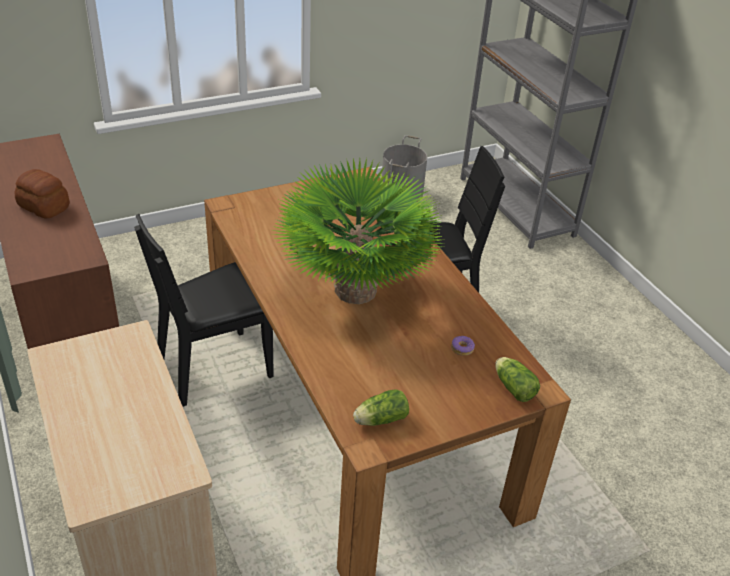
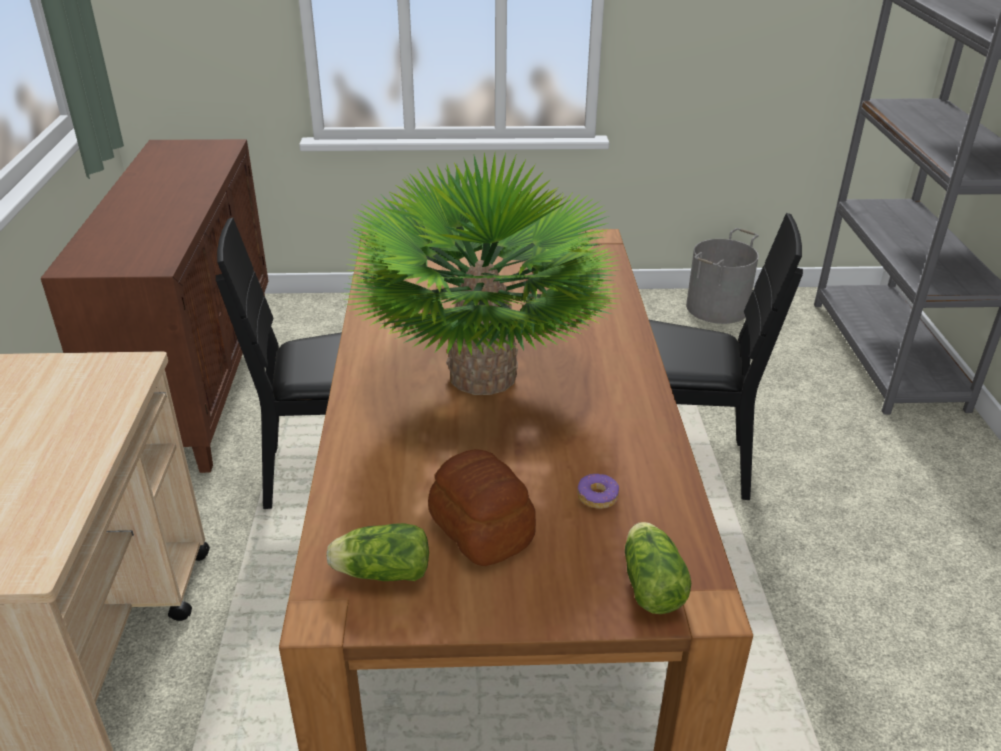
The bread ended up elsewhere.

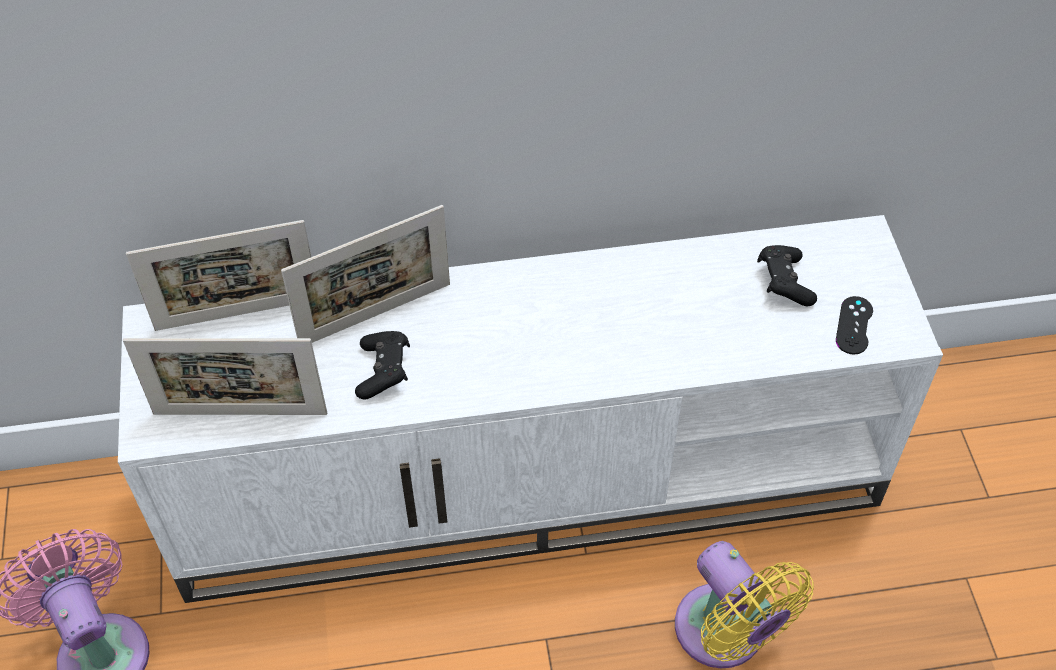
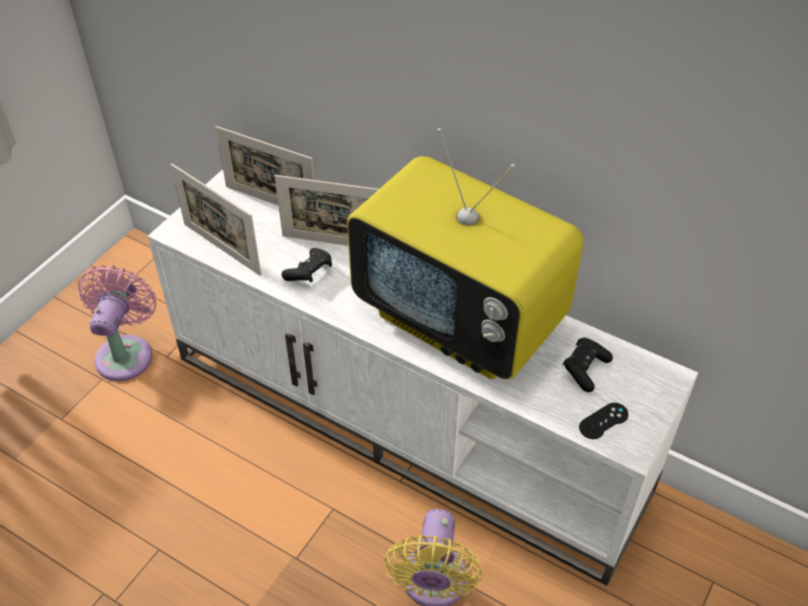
The second view gained the television.

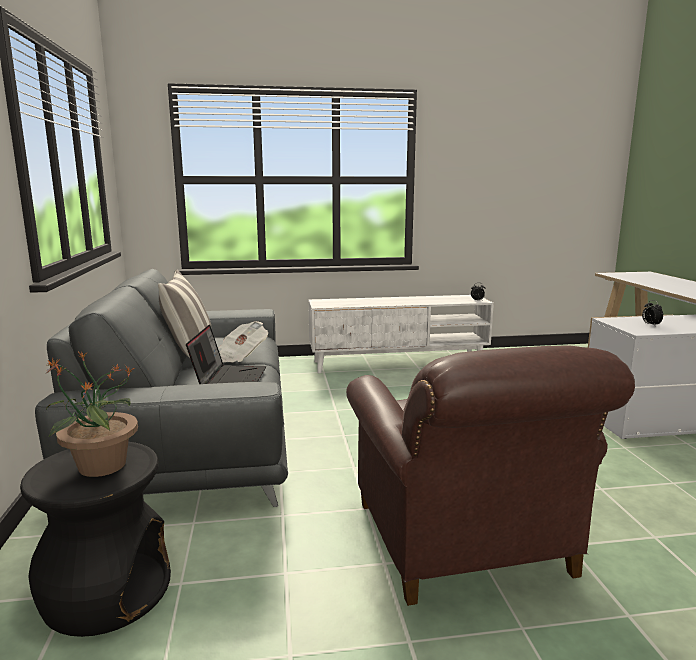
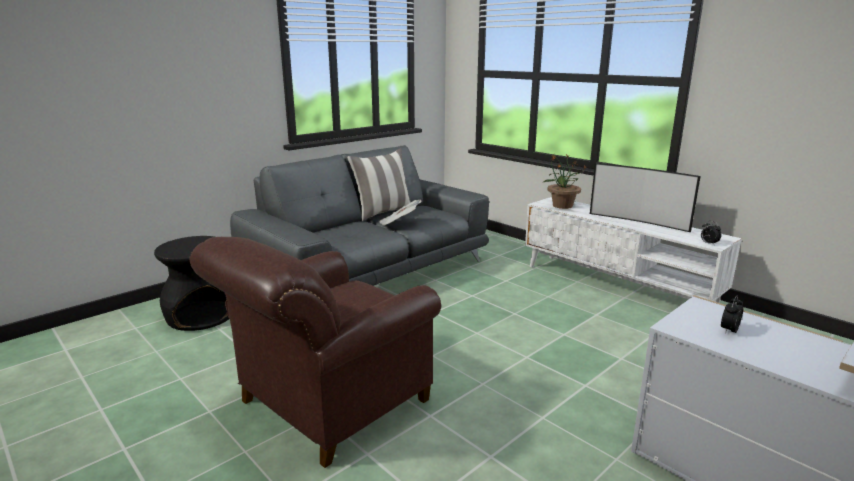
The second view lost the portable_computer.
The second view gained the television.
The potted_plant ended up elsewhere.

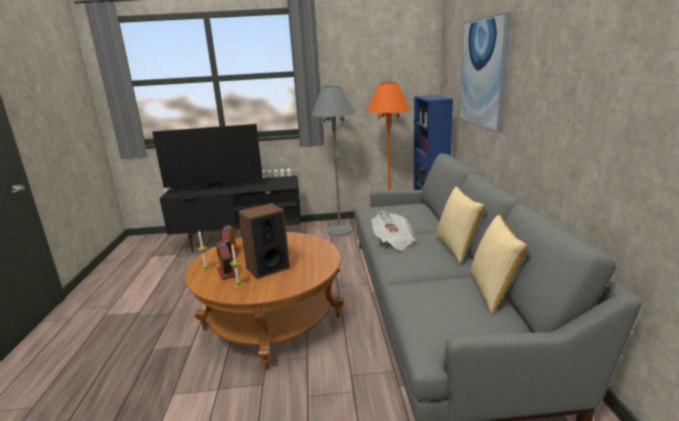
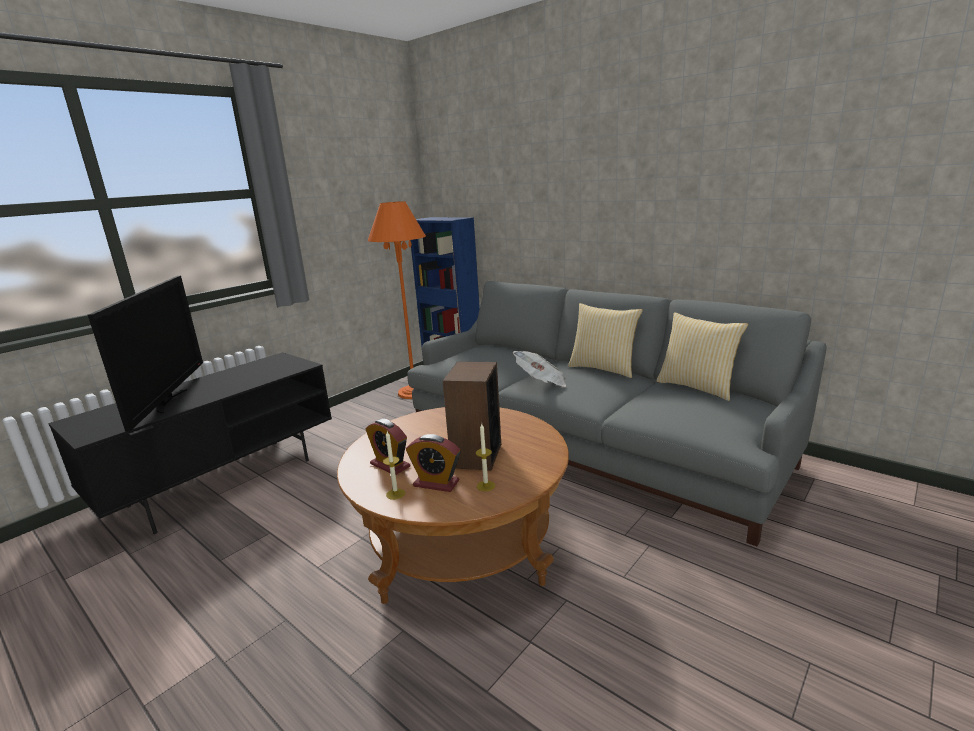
The second view lost the greyish_standard_lamp.
The second view lost the picture.
The television ended up facing another way, 45 degrees counterclockwise from before.

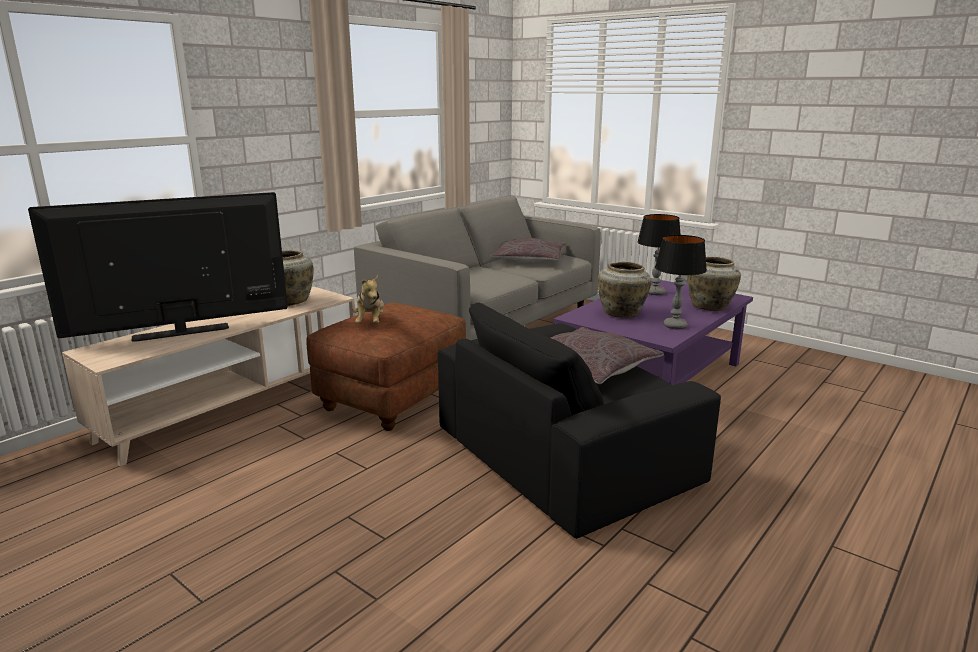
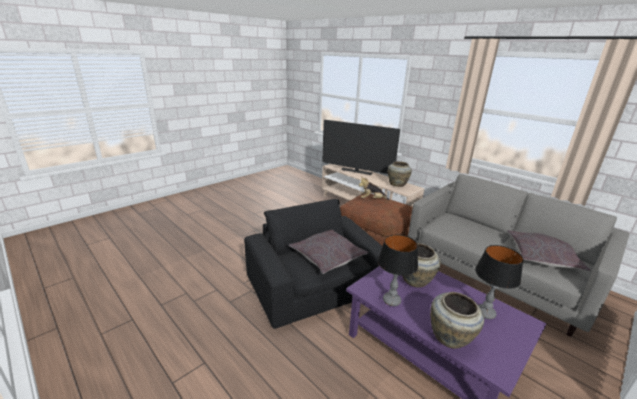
The television ended up facing another way, 135 degrees clockwise from before.

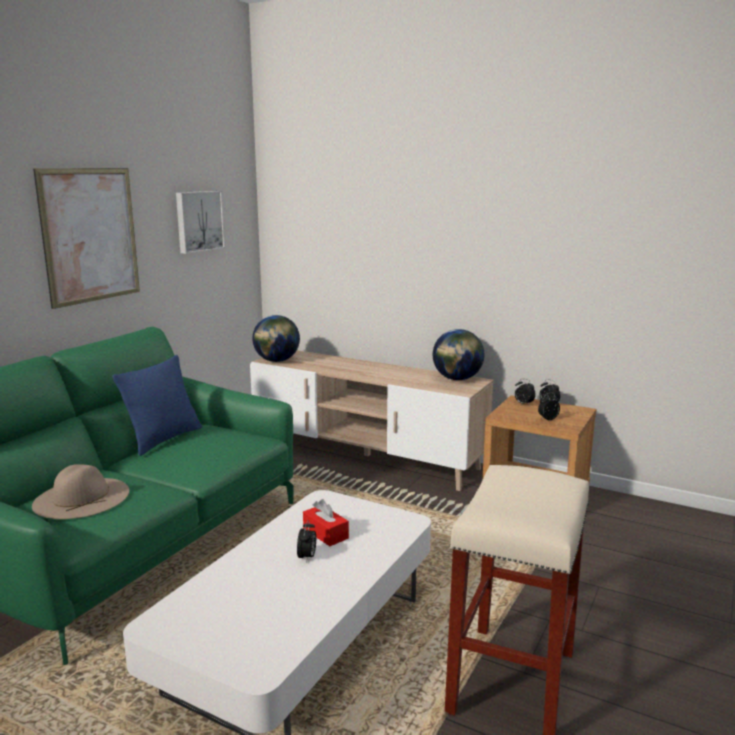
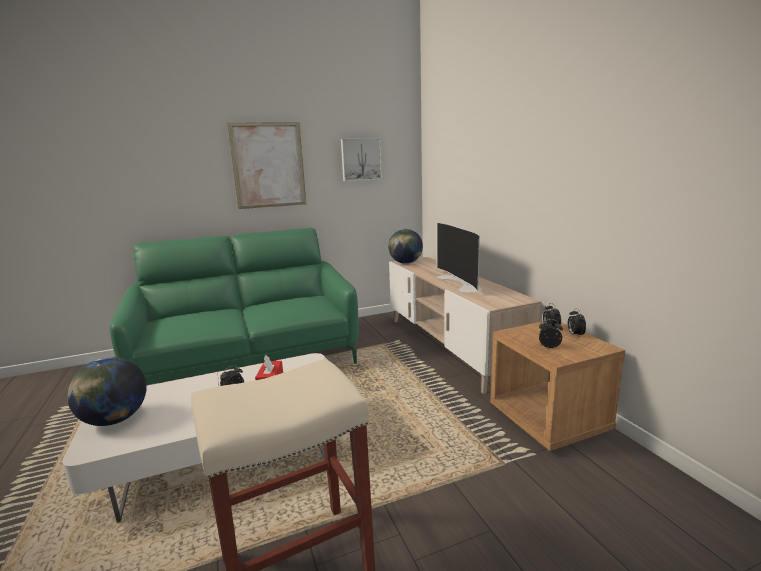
The second view lost the beige-coloured_hat.
The second view lost the bluish_cushion.
The second view gained the television.
The world_globe (2nd from left in the first image) ended up elsewhere.

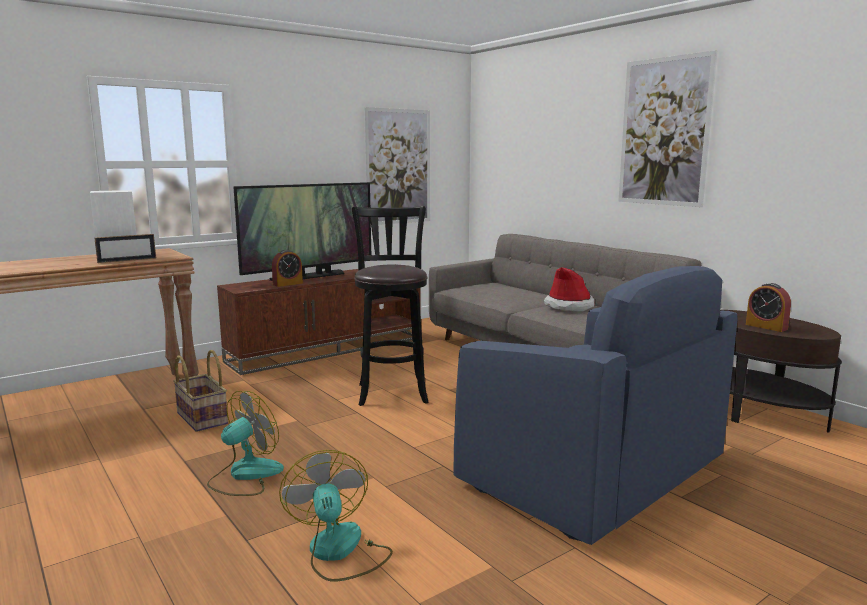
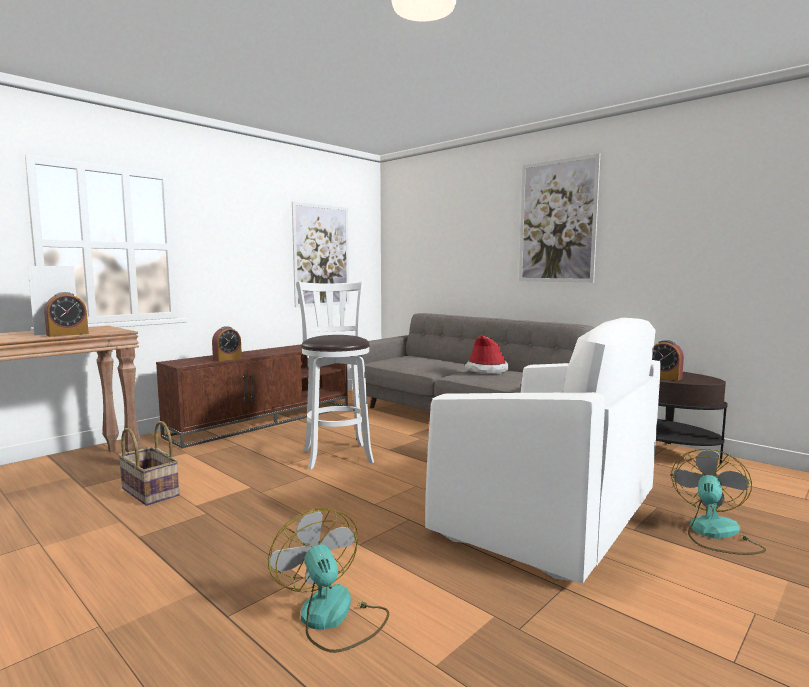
The second view lost the television.
The fan (1st from left in the first image) ended up elsewhere.
Where the picture_frame stood, the table_clock (1st from left) came to stand.
What was the black-coloured_stool turned into the white_stool.
What was the bluish_armchair turned into the white_armchair.

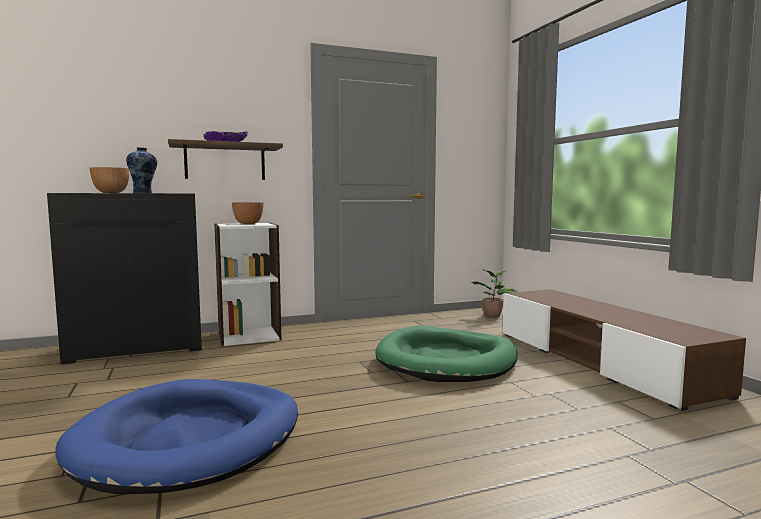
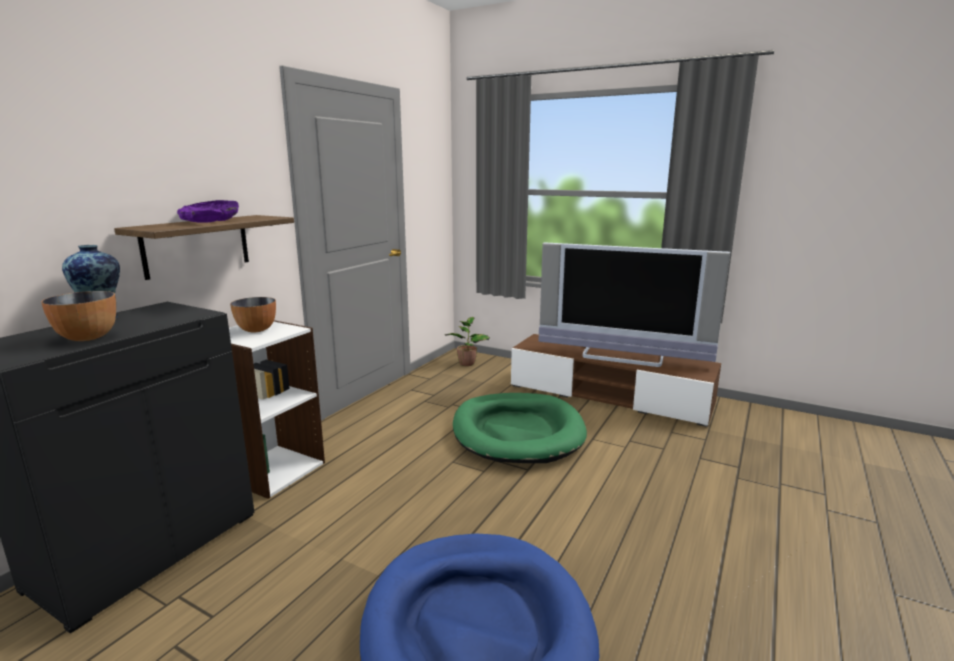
The second view gained the television.

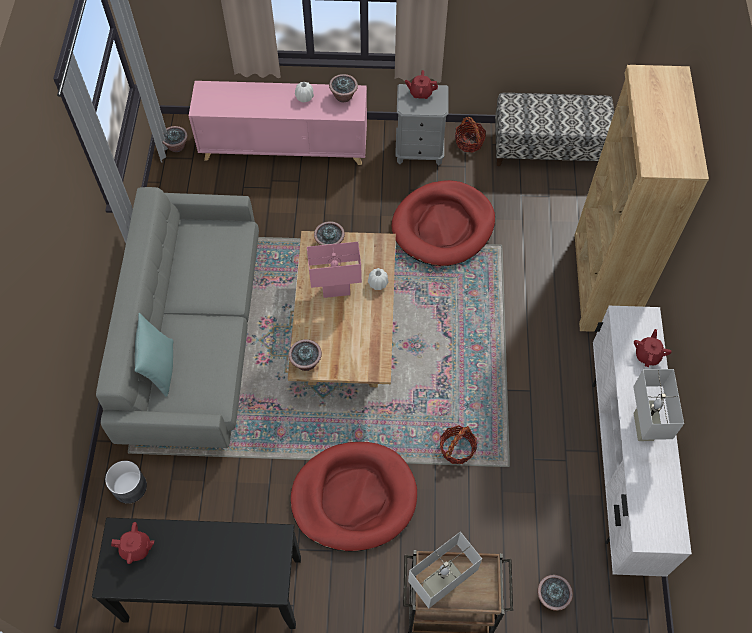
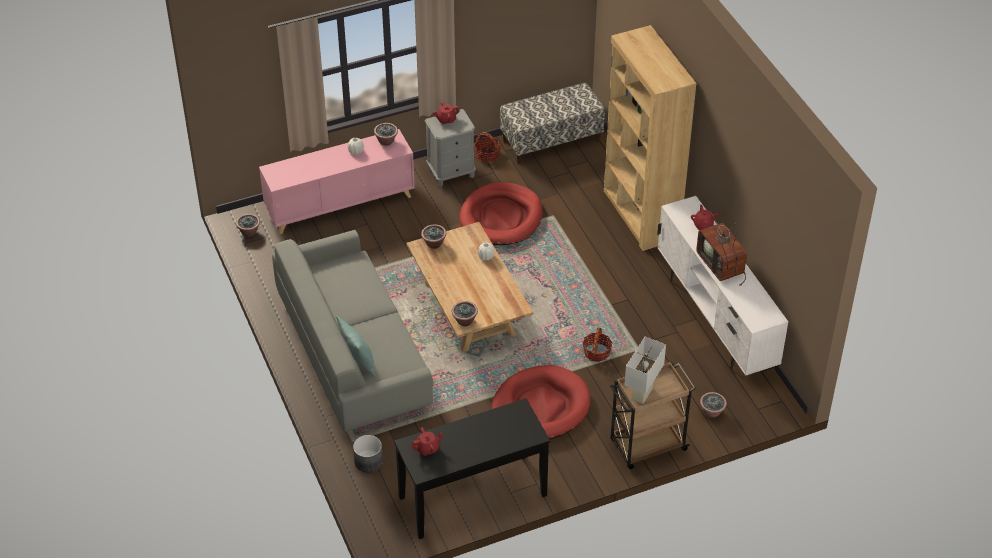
The second view lost the pinkish_tabletop_lamp.
Where the white_tabletop_lamp (2nd from left) stood, the television came to stand.

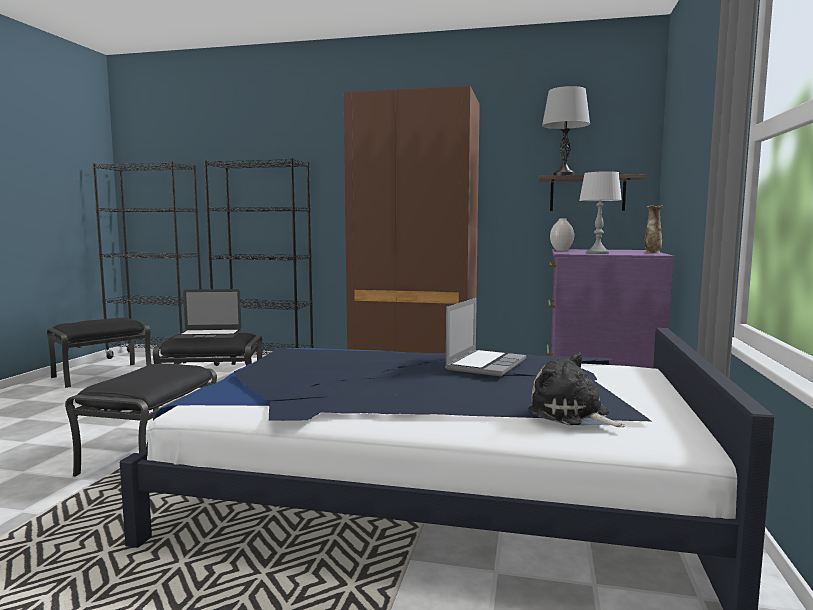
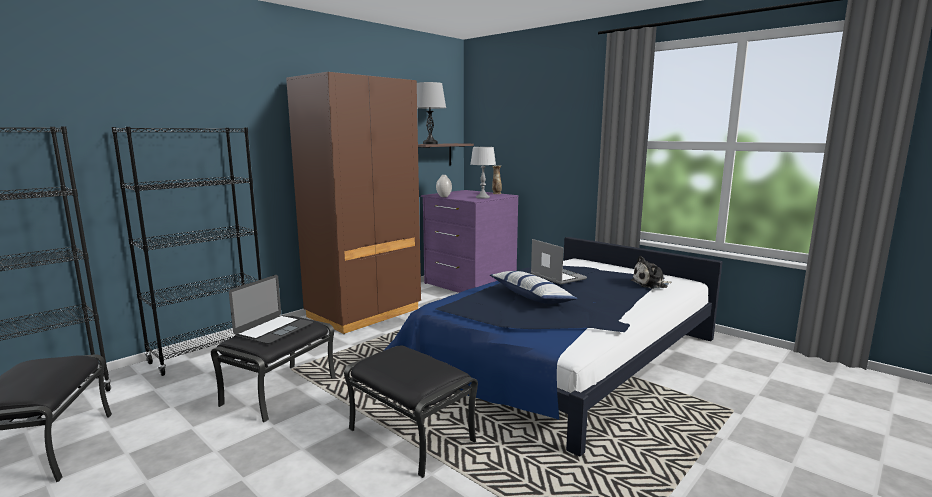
The second view gained the cushion.

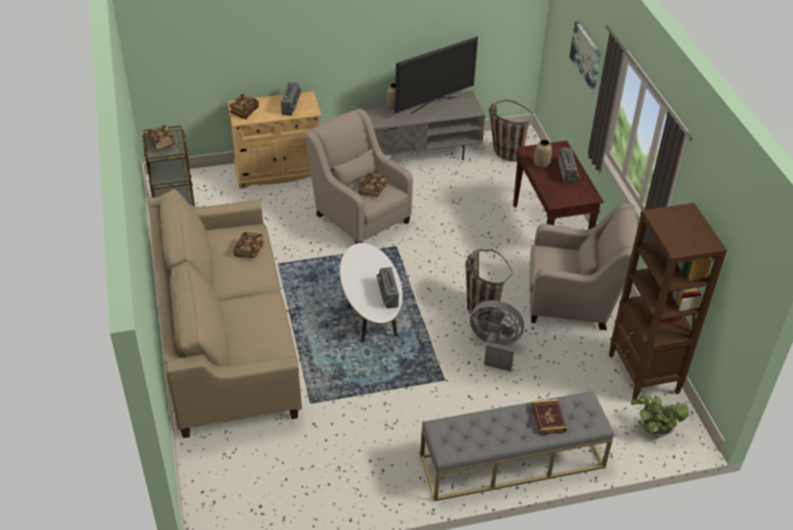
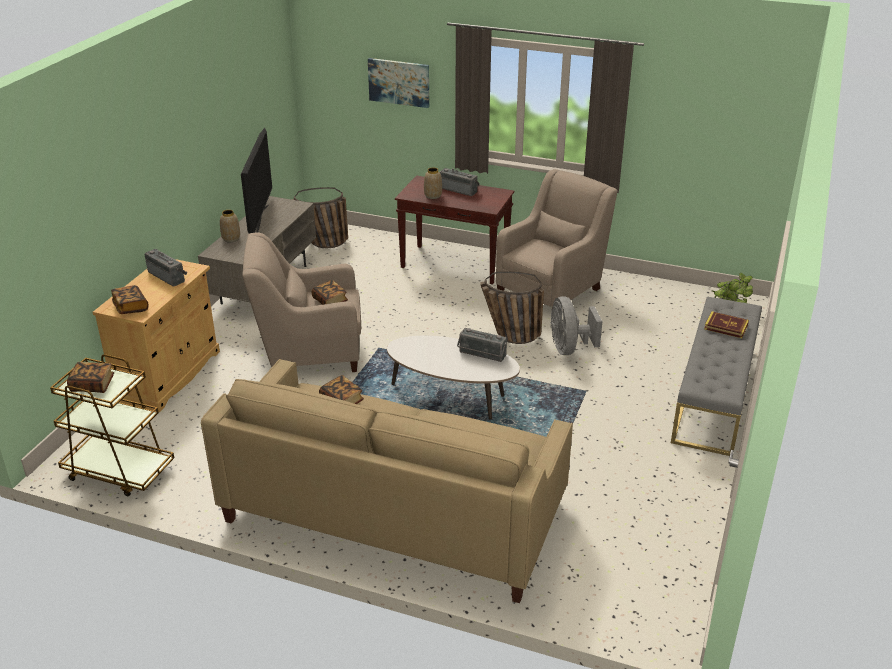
The second view lost the brown_shelving_unit.
The greyish_fan ended up facing another way, 60 degrees counterclockwise from before.

